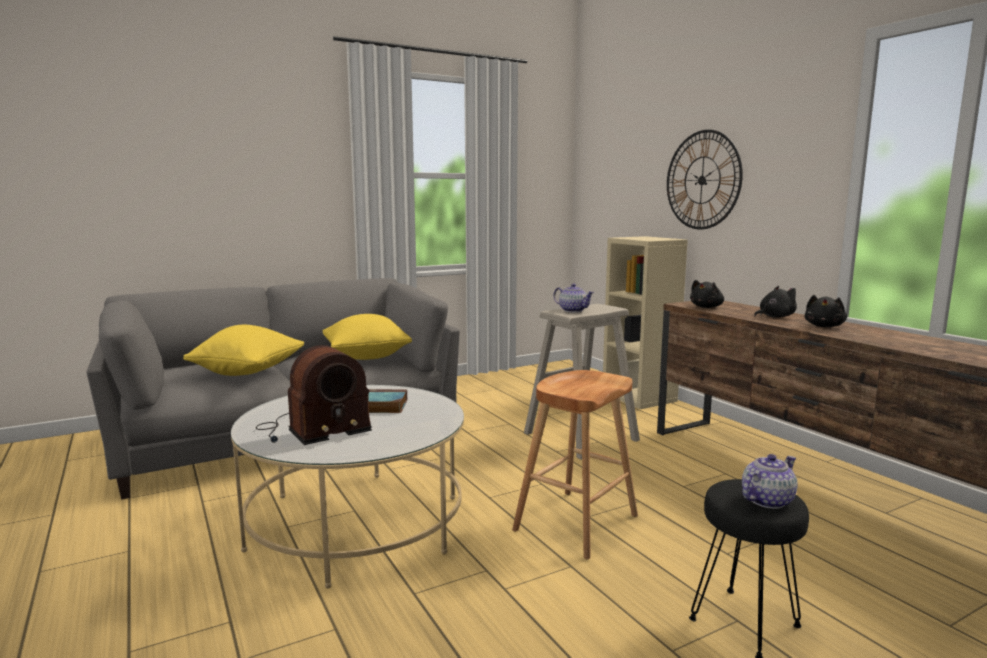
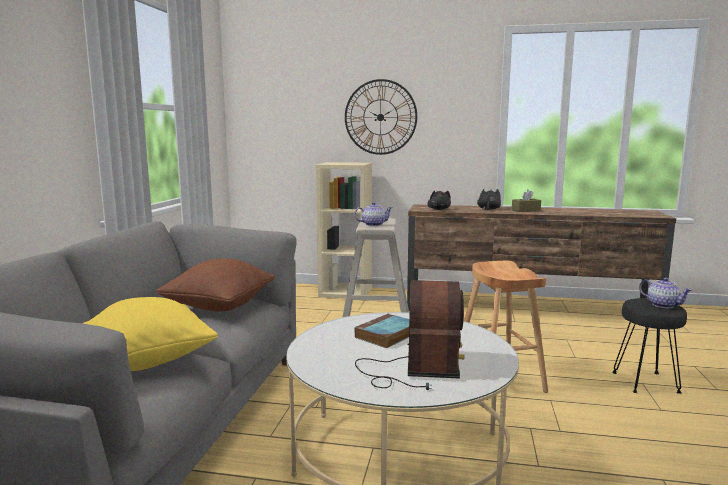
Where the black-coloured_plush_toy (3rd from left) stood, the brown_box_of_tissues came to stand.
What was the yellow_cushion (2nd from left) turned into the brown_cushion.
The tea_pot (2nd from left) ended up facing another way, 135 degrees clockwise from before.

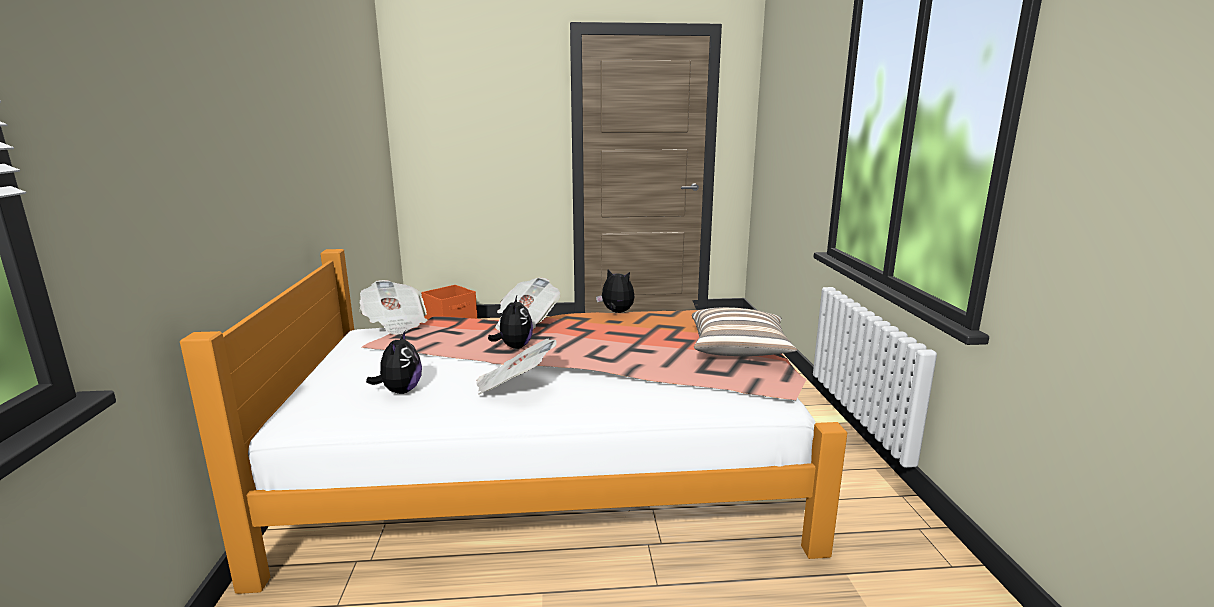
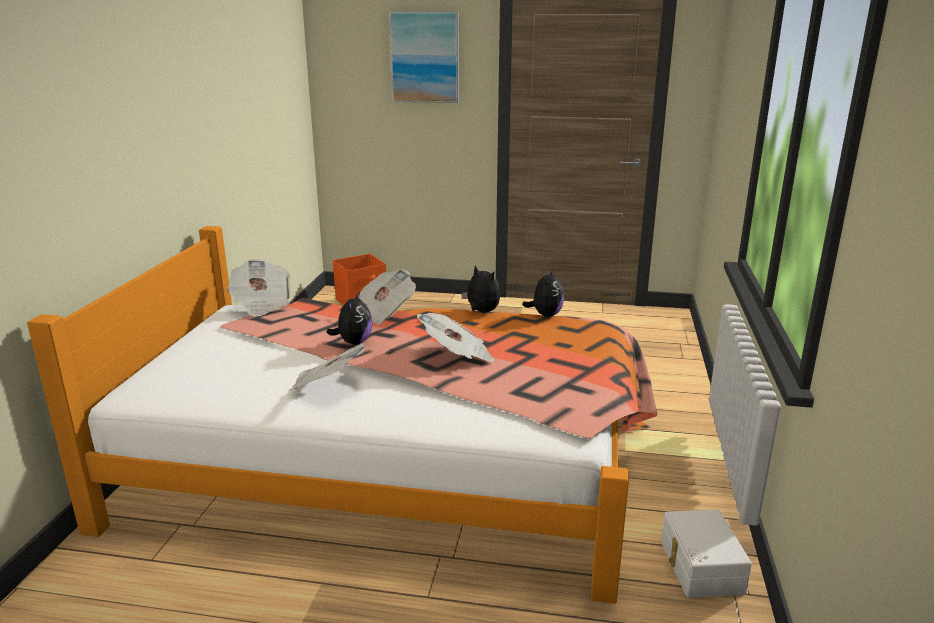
The second view lost the cushion.
The second view gained the picture.
The second view gained the daily_paper (4th from left).
The second view gained the white_storage_container.
The plush_toy (1st from left in the first image) ended up elsewhere.

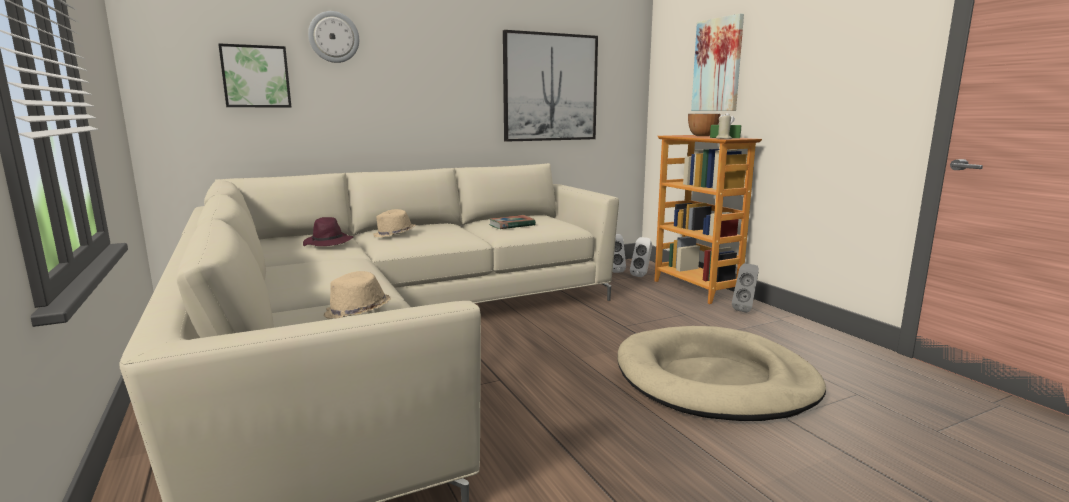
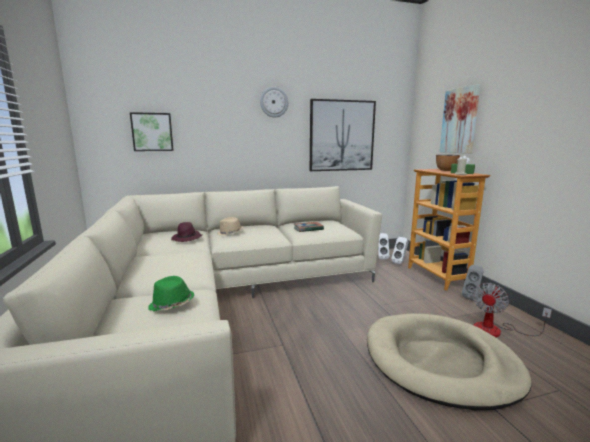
The second view gained the fan.
The hanging_clock ended up elsewhere.
What was the beige-coloured_hat (1st from left) turned into the greenish_hat.

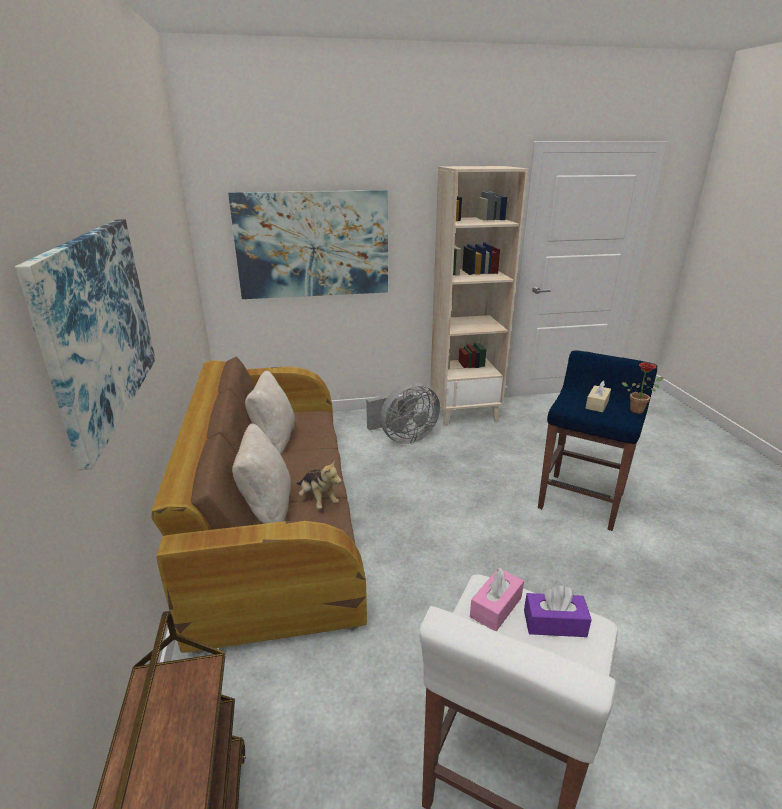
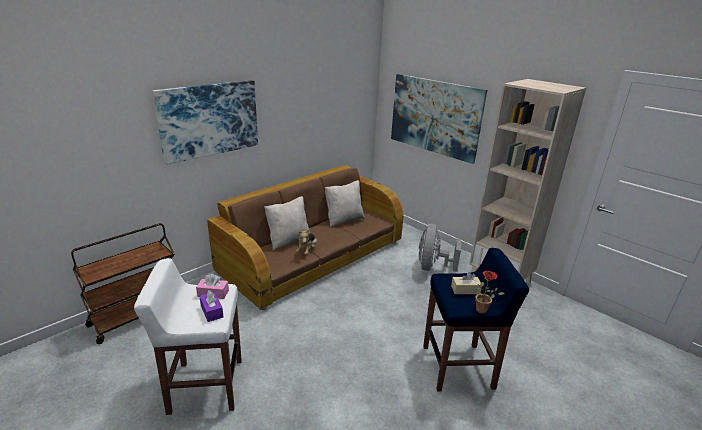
The greyish_fan ended up facing another way, 75 degrees clockwise from before.

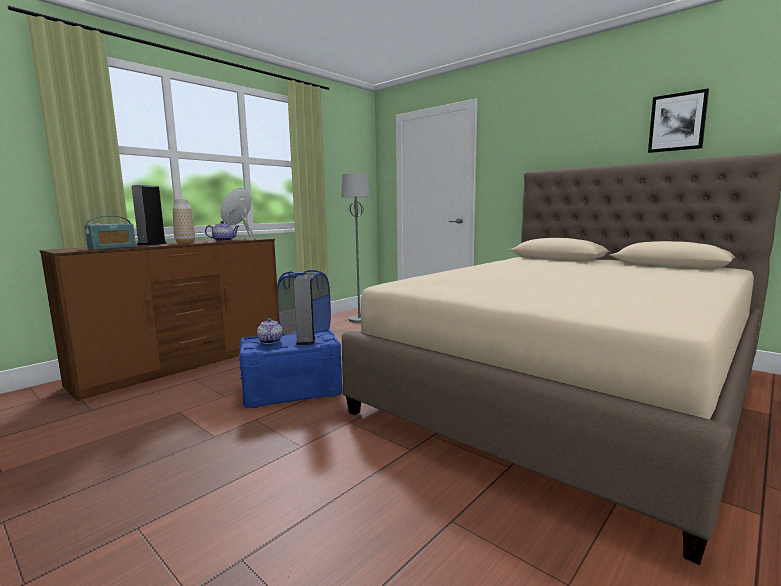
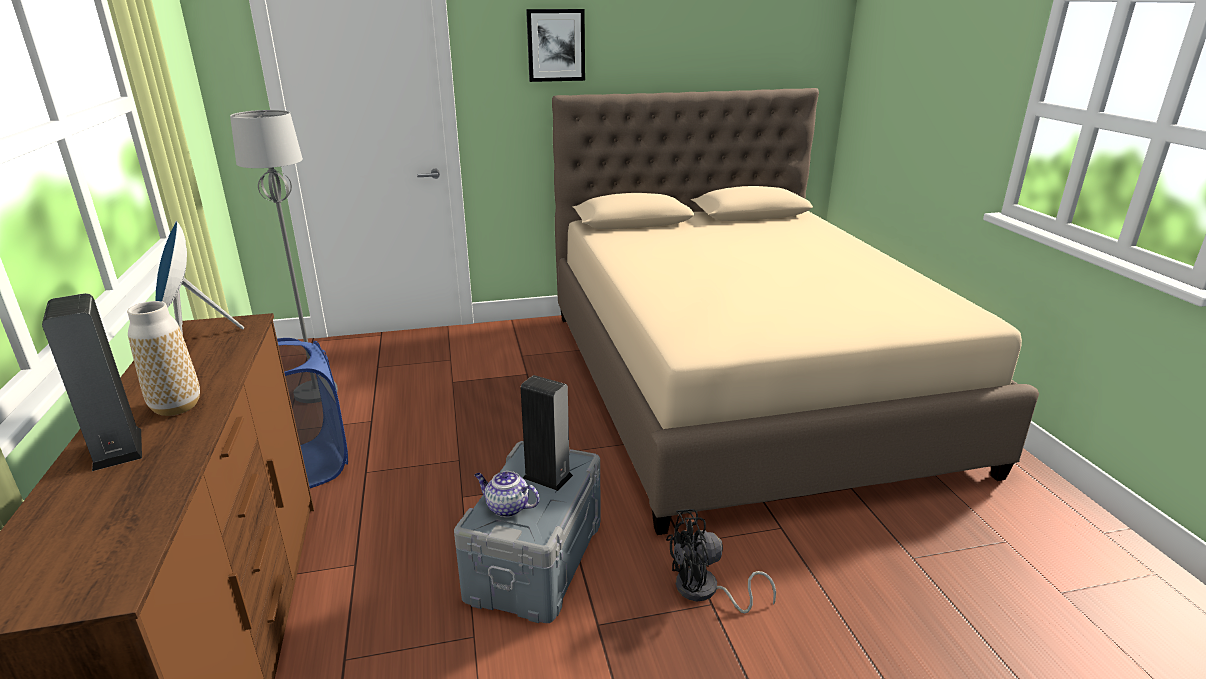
The second view lost the radio.
The second view lost the tea_pot (1st from left).
The second view gained the black-coloured_fan.
The picture ended up elsewhere.
What was the bluish_storage_container turned into the greyish_storage_container.

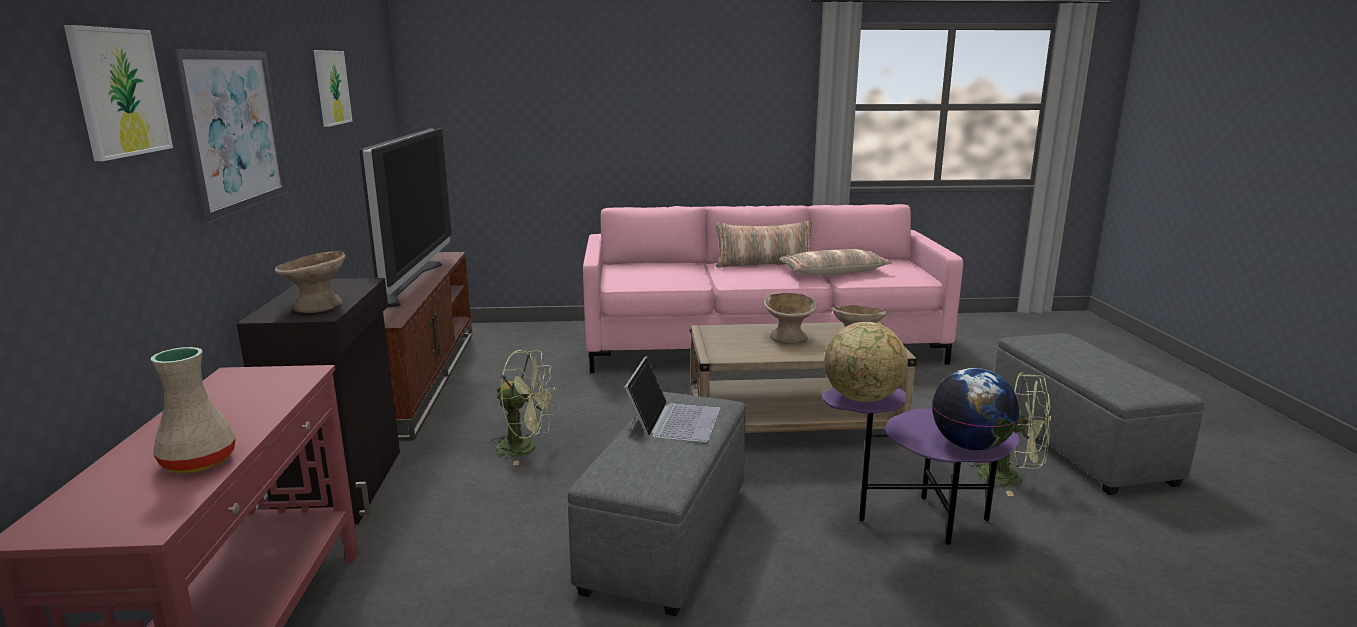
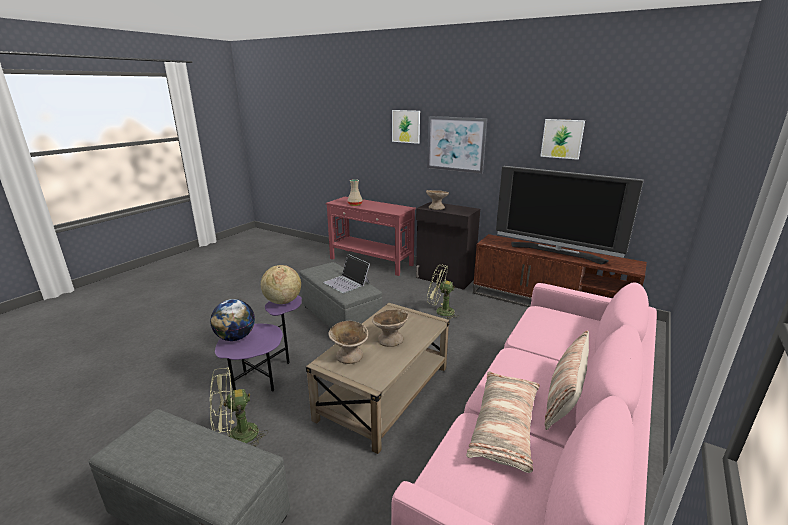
The greenish_fan (1st from left in the first image) ended up facing another way, 60 degrees clockwise from before.

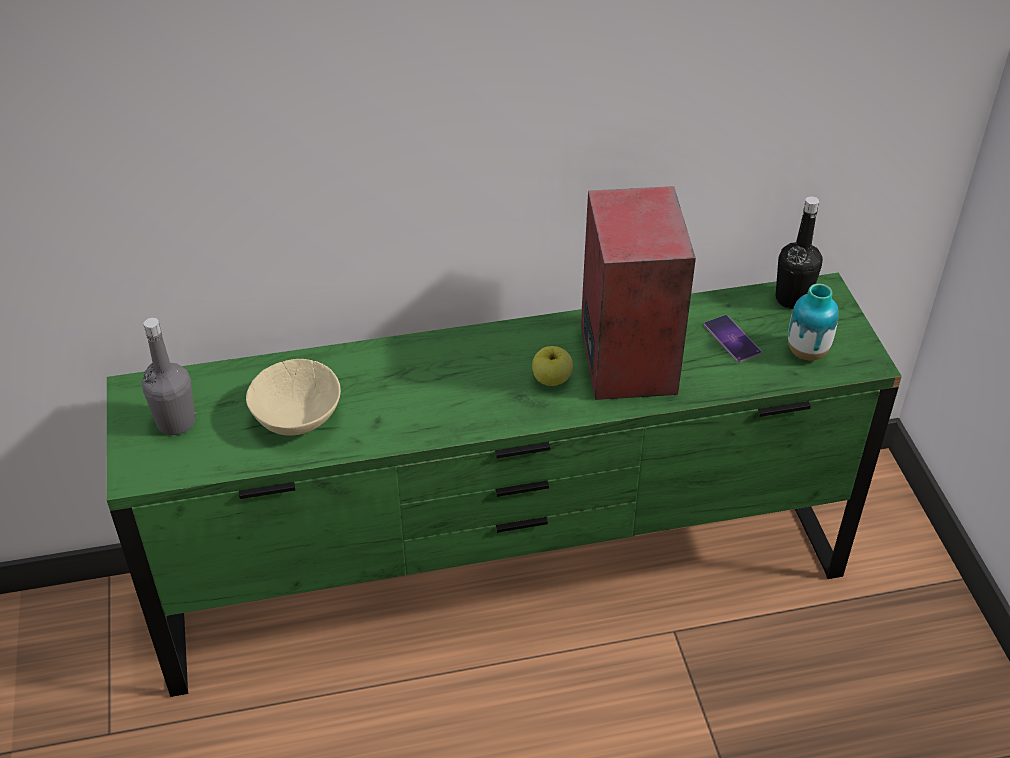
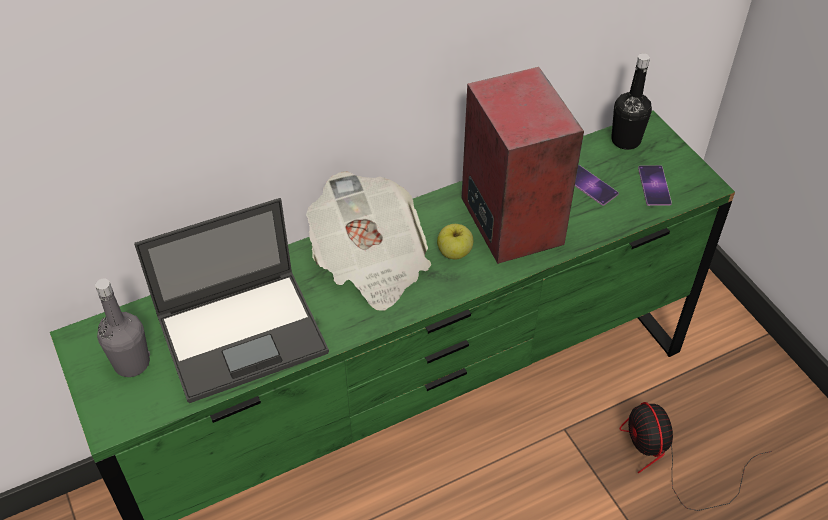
The second view gained the daily_paper.
The second view gained the fan.
Where the beige-coloured_deep_dish stood, the portable_computer came to stand.
Where the flower_vase stood, the phone (2nd from left) came to stand.

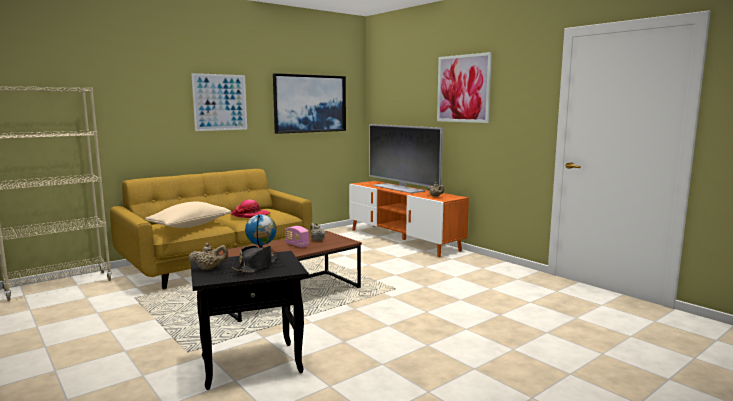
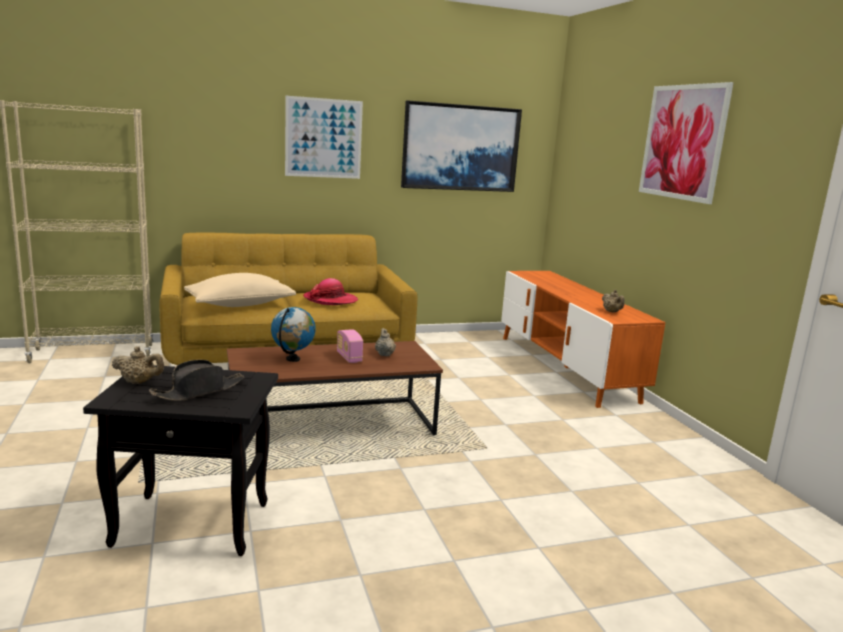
The second view lost the television.

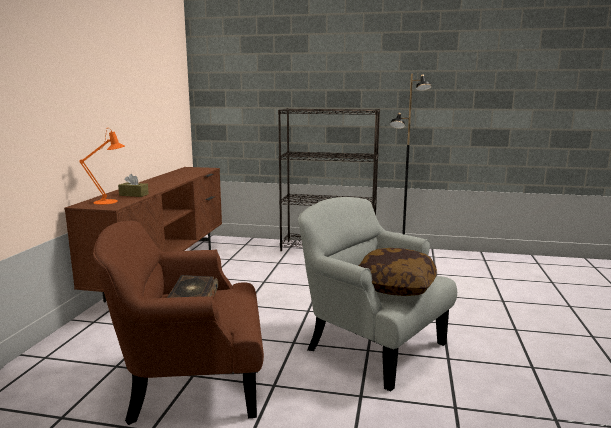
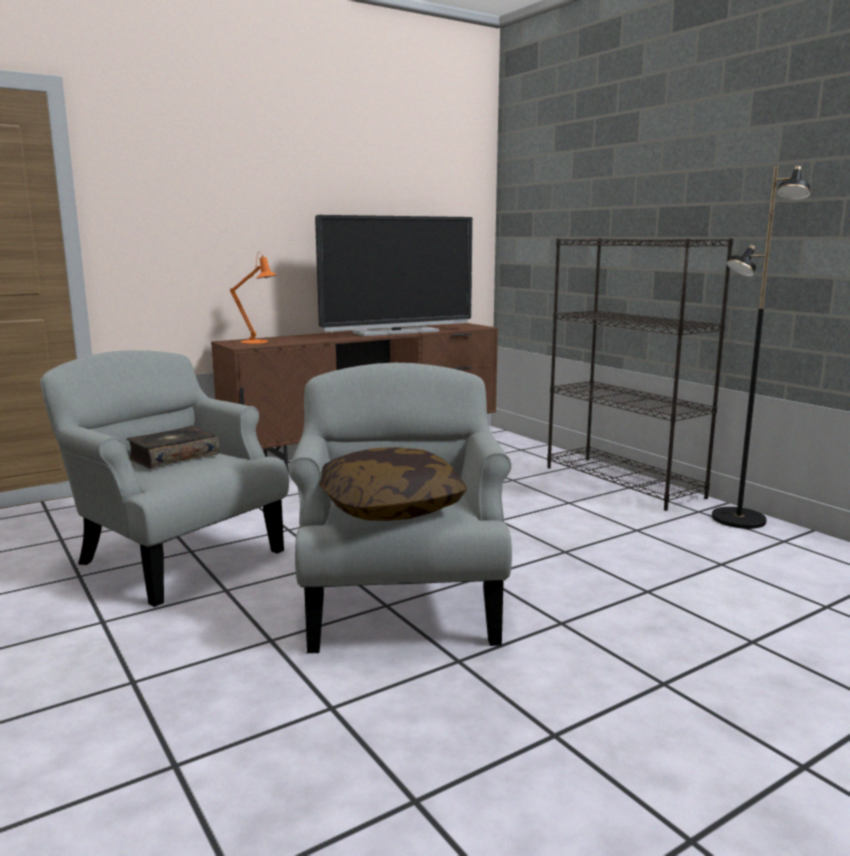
The second view lost the brown_box_of_tissues.
The second view gained the television.
What was the brown_armchair turned into the greyish_armchair (1st from left).

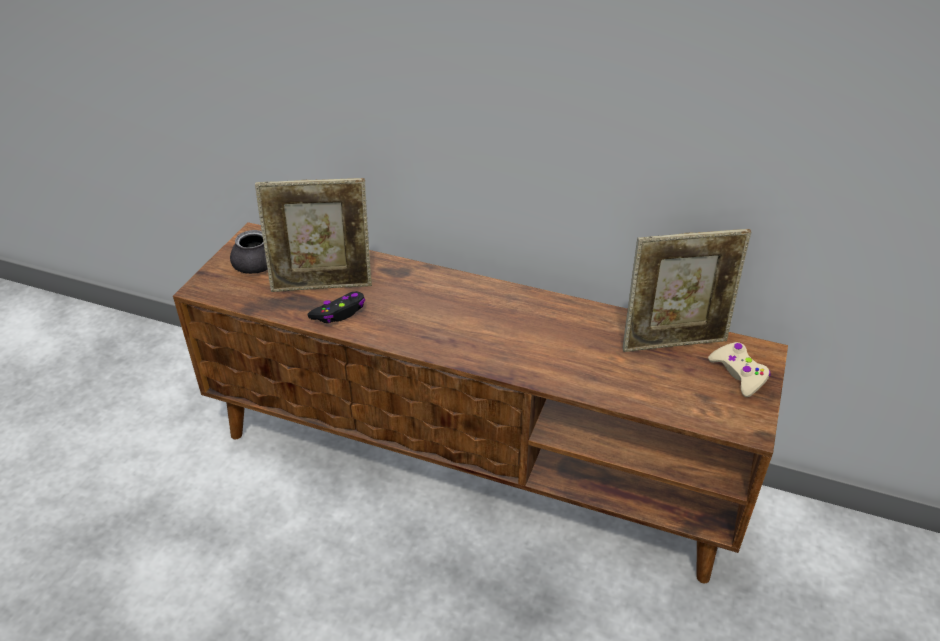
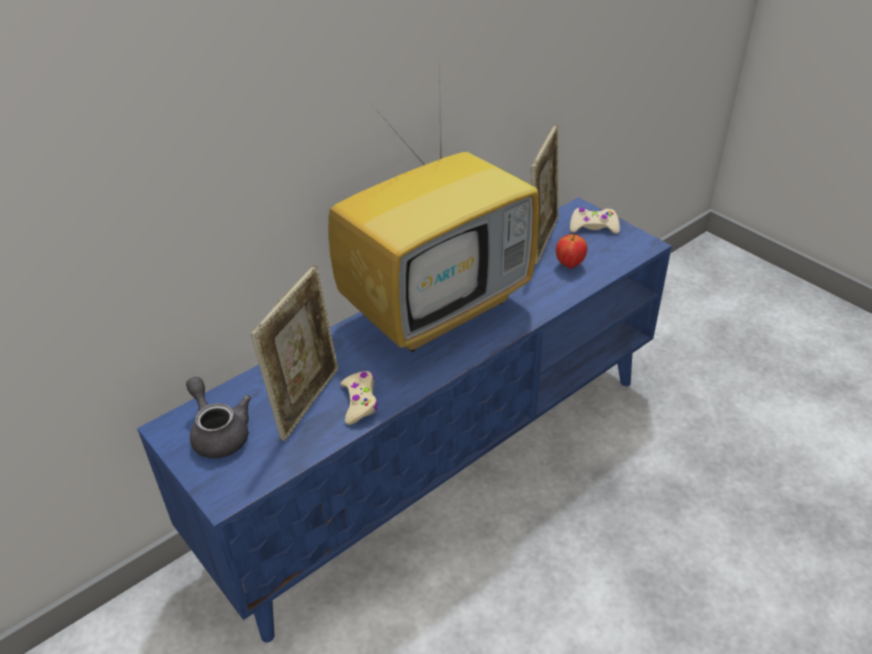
The second view gained the television.
The second view gained the apple.
What was the brown_tv_stand turned into the bluish_tv_stand.
What was the black-coloured_gamepad turned into the beige-coloured_gamepad (1st from left).

